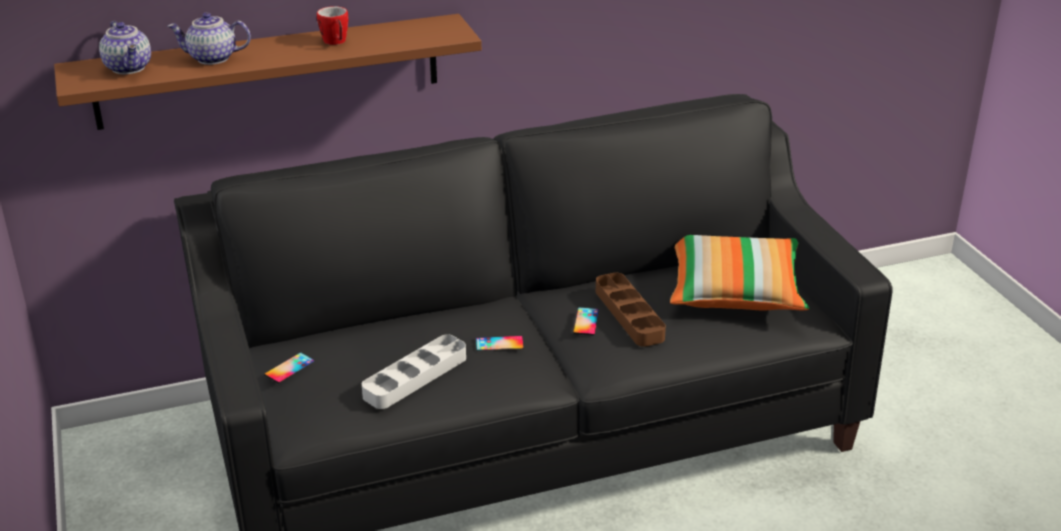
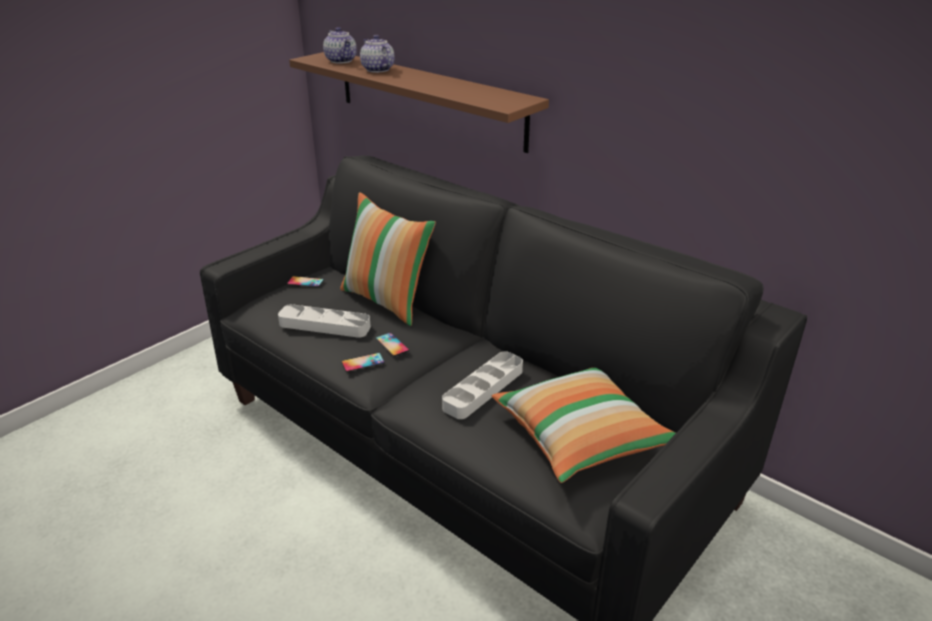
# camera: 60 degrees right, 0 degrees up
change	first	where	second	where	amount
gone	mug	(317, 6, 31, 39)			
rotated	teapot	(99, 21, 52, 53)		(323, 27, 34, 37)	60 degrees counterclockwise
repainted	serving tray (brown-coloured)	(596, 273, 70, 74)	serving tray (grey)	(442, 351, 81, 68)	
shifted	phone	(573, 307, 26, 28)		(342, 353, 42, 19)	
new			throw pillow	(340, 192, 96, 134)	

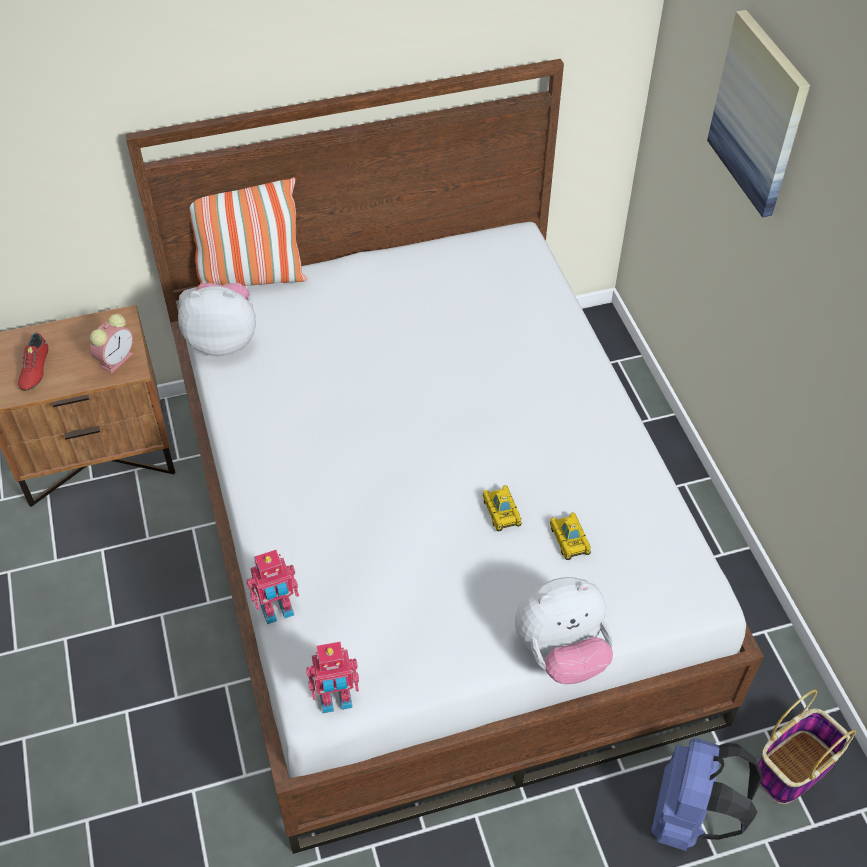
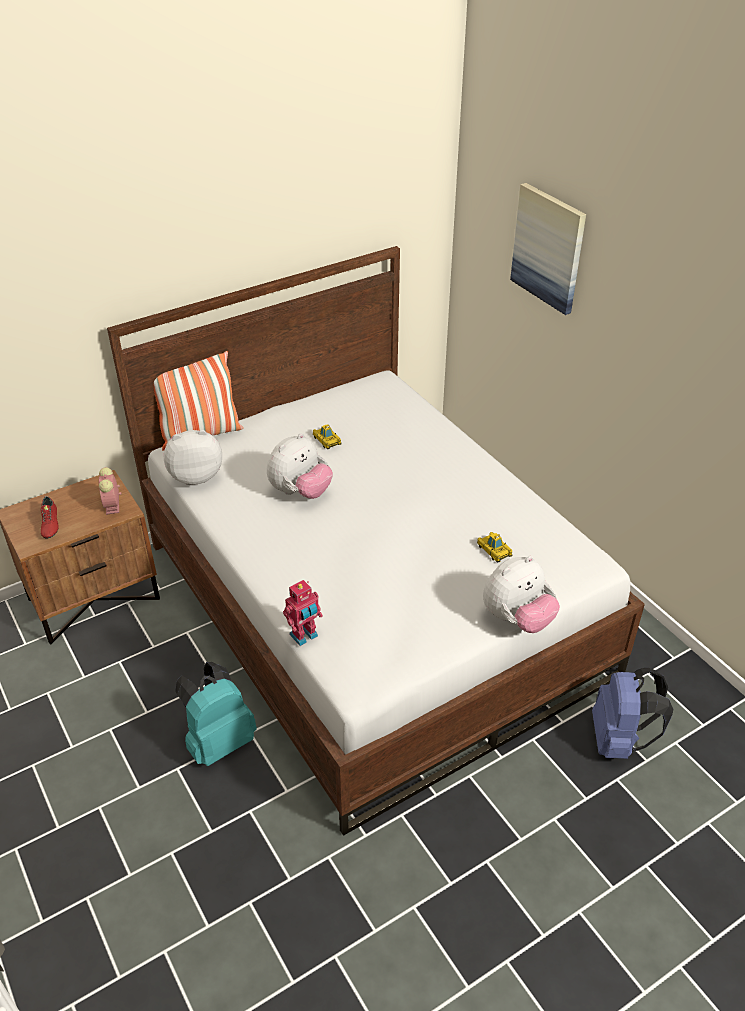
# camera: 15 degrees left, 10 degrees down
change	first	where	second	where	amount
rotated	table clock	(90, 314, 43, 60)		(99, 467, 22, 48)	150 degrees clockwise
shifted	miniature car	(483, 485, 39, 46)		(313, 424, 28, 25)	
gone	toy robot	(306, 642, 53, 71)			
gone	basket	(758, 690, 98, 114)			
new			soft toy	(267, 433, 66, 66)	
new			backpack (turquoise-coloured)	(175, 662, 82, 104)	

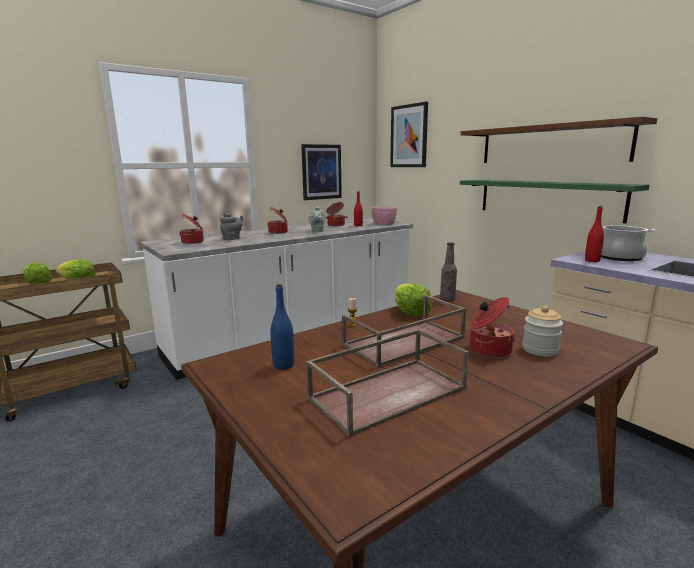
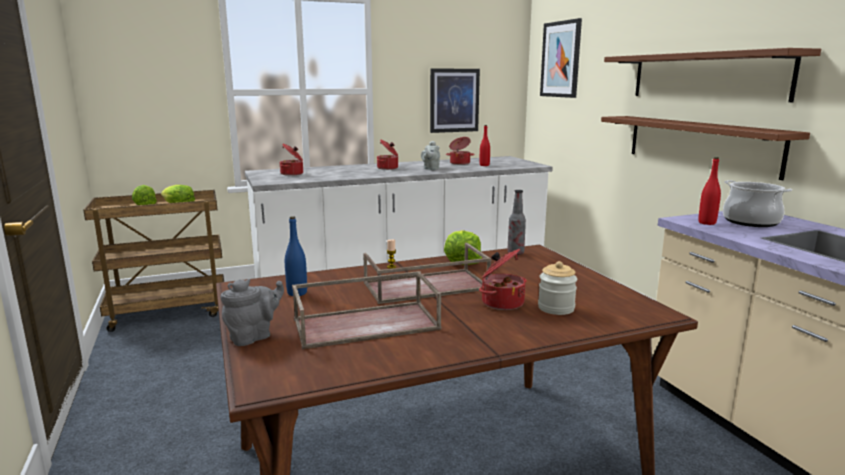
# camera: 15 degrees right, 0 degrees up
change	first	where	second	where	amount
repainted	bracket shelf (green-coloured)	(460, 180, 190, 43)	bracket shelf (brown-coloured)	(601, 116, 209, 64)	
gone	bowl (pink-coloured)	(372, 207, 25, 17)			
shifted	teapot (grey)	(220, 213, 23, 27)		(220, 279, 64, 67)	

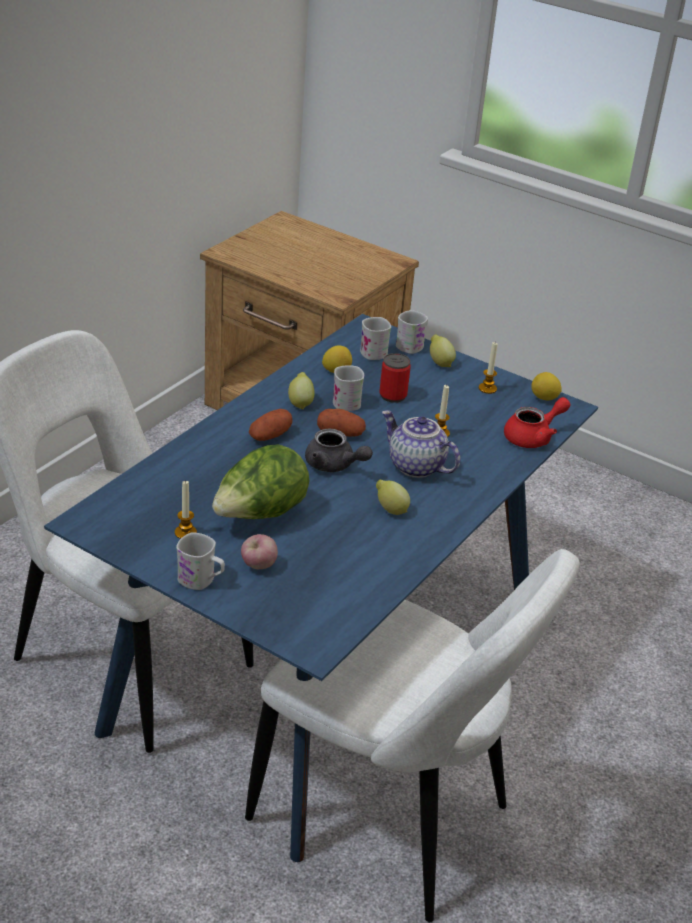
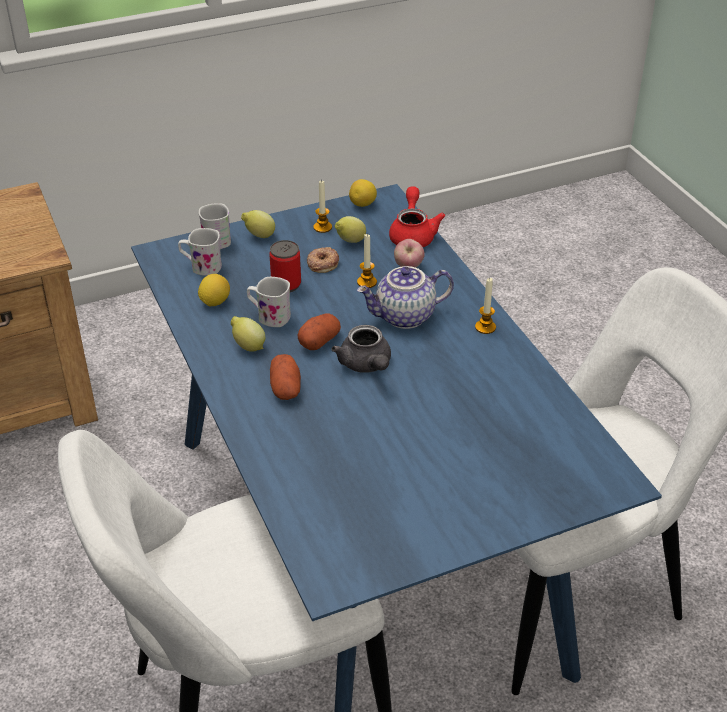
# camera: 55 degrees left, 5 degrees up
change	first	where	second	where	amount
rotated	teapot (grey)	(305, 429, 68, 43)		(331, 325, 60, 48)	90 degrees clockwise
gone	head of lettuce	(212, 444, 97, 75)			
shifted	wax light	(175, 480, 22, 59)		(475, 278, 21, 56)	
shifted	lemon	(376, 480, 34, 35)		(335, 216, 31, 27)	
gone	mug (whitish)	(176, 532, 49, 58)			
shifted	apple fruit	(241, 534, 37, 35)		(394, 239, 31, 29)	
new			donut	(307, 247, 32, 26)	

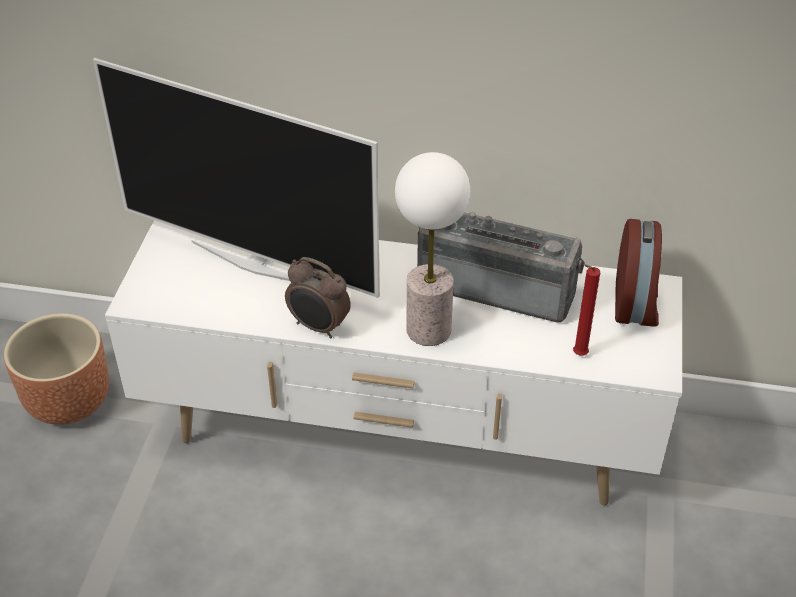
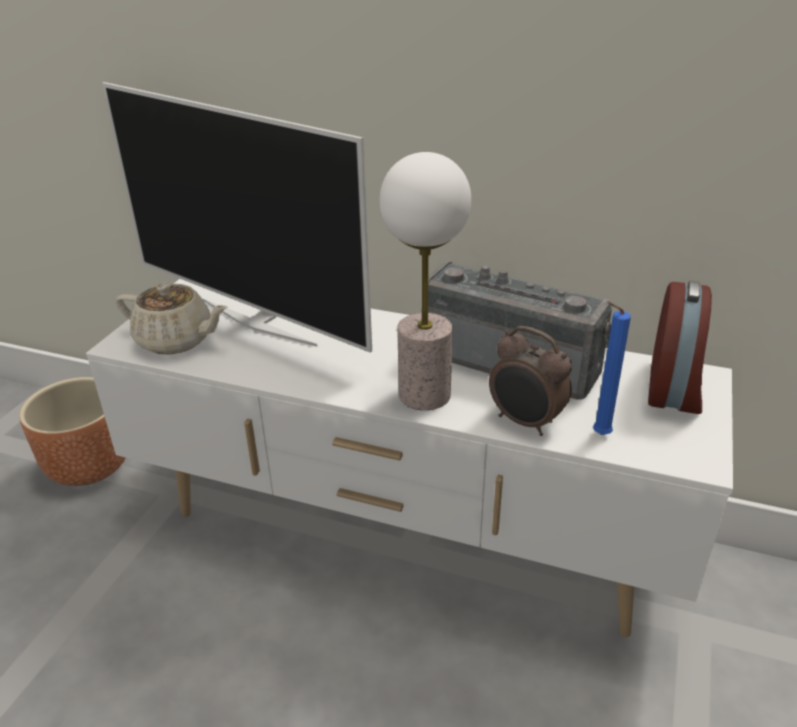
# camera: 10 degrees right, 10 degrees down
change	first	where	second	where	amount
shifted	table clock	(285, 257, 66, 81)		(489, 326, 83, 110)	
repainted	wax light (red)	(573, 264, 27, 92)	wax light (blue)	(593, 301, 38, 134)	
new			teapot (beige-coloured)	(116, 283, 112, 72)	

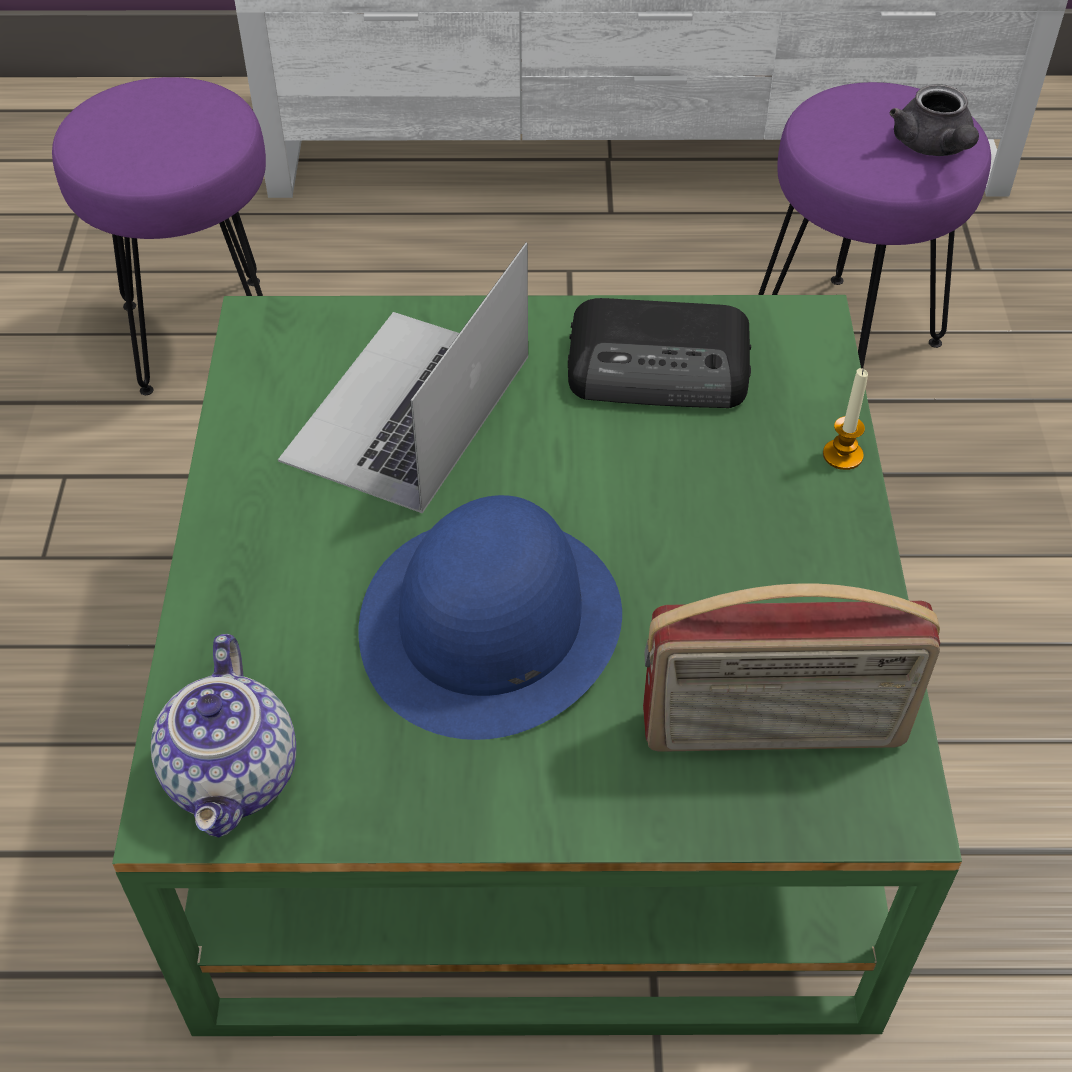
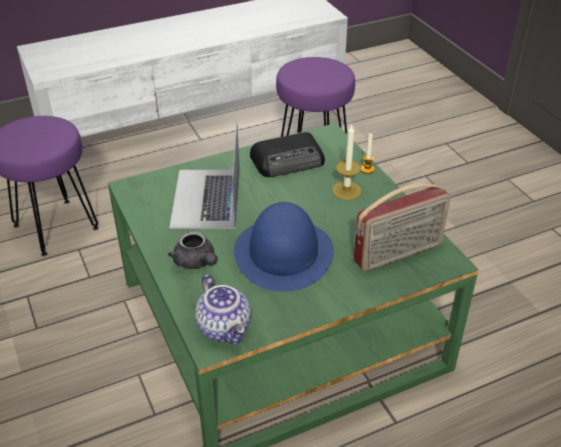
# camera: 25 degrees left, 10 degrees down
change	first	where	second	where	amount
shifted	teapot (grey)	(890, 84, 89, 72)		(168, 231, 49, 38)	
new			wax light	(332, 124, 30, 76)	

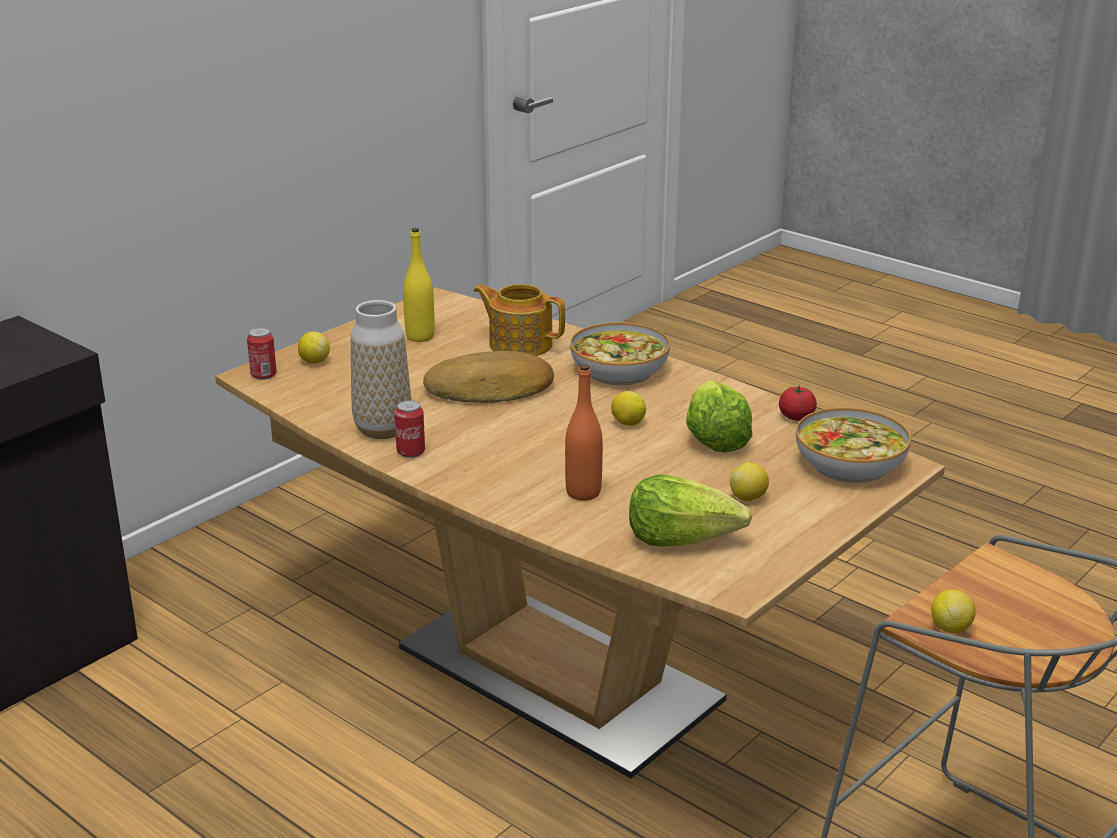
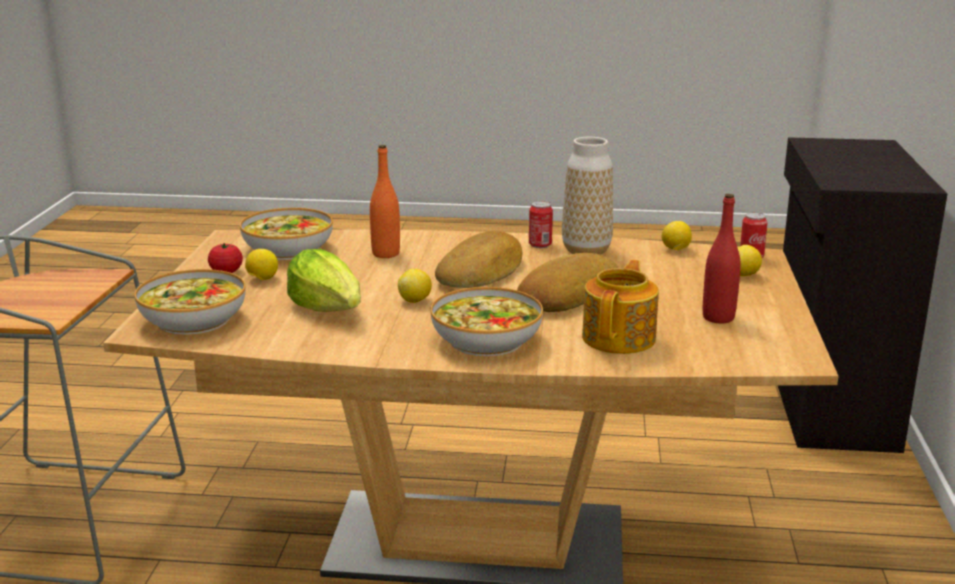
# camera: 145 degrees right, 5 degrees down
change	first	where	second	where	amount
repainted	drink bottle (yellow)	(403, 228, 32, 114)	drink bottle (red)	(703, 194, 38, 130)	
rotated	teapot	(473, 284, 92, 72)		(582, 260, 77, 94)	60 degrees counterclockwise
shifted	tomato	(779, 385, 38, 36)		(208, 243, 35, 30)	
swapped	head of lettuce	(629, 474, 123, 73)	bowl	(240, 208, 93, 52)	
shifted	lemon	(931, 589, 45, 44)		(662, 221, 30, 29)	
new			bread	(435, 231, 87, 57)	

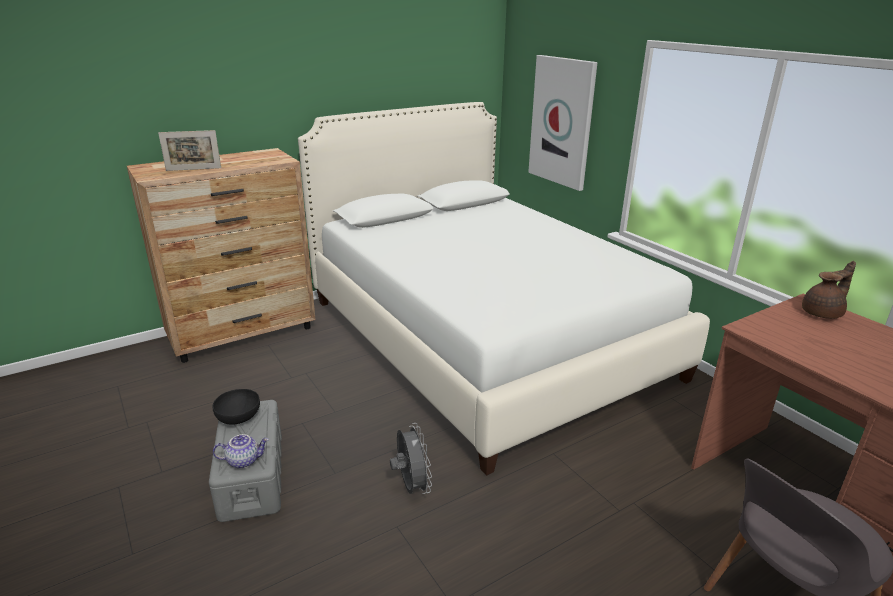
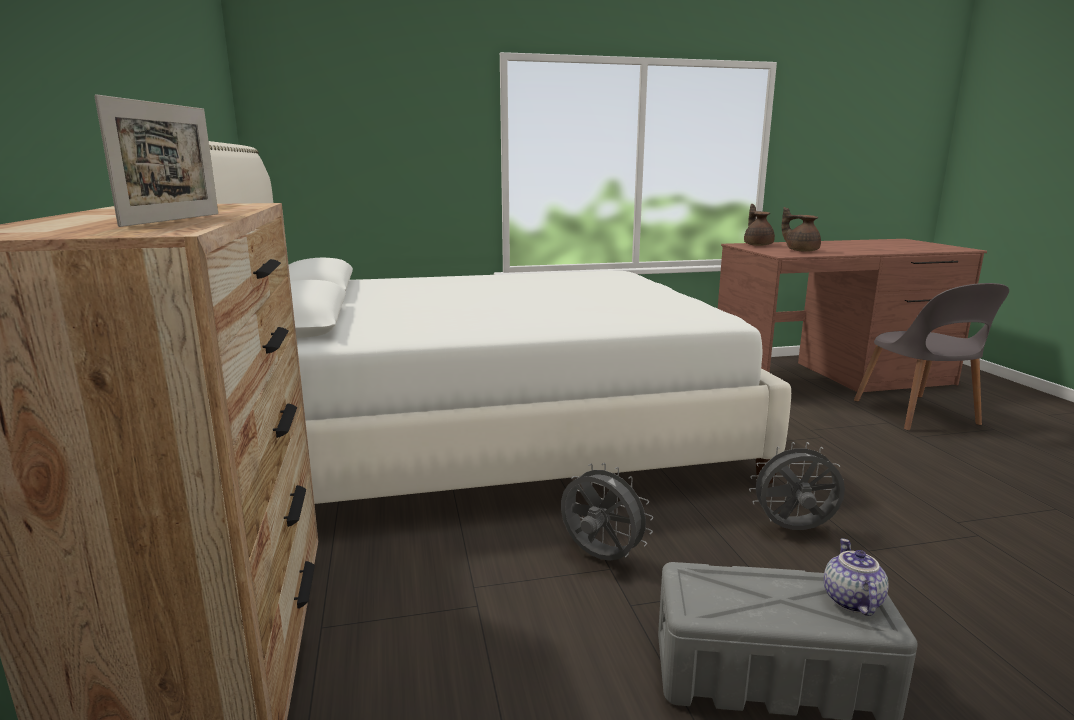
# camera: 70 degrees left, 10 degrees down
change	first	where	second	where	amount
gone	wall art	(528, 55, 70, 136)			
gone	bowl (black-coloured)	(212, 389, 48, 35)			
new			teapot (brown-coloured)	(782, 207, 39, 45)	
new			fan (grey)	(561, 463, 92, 98)	

